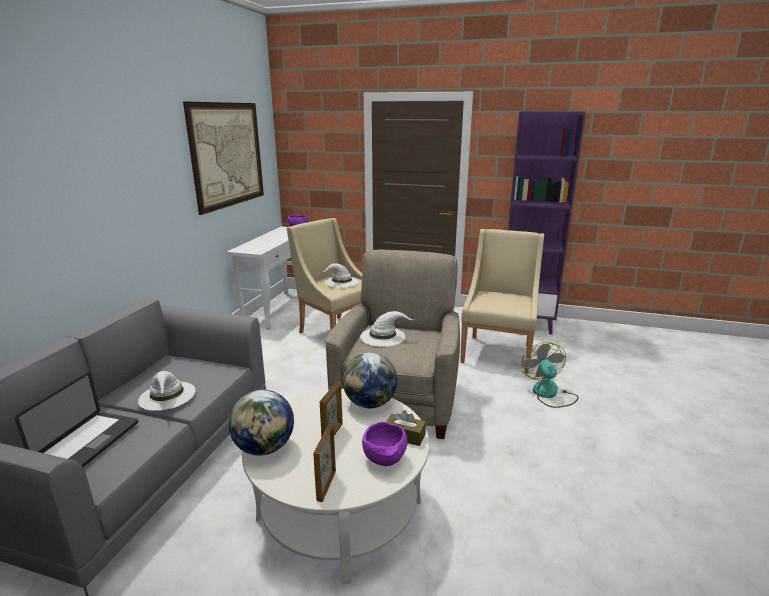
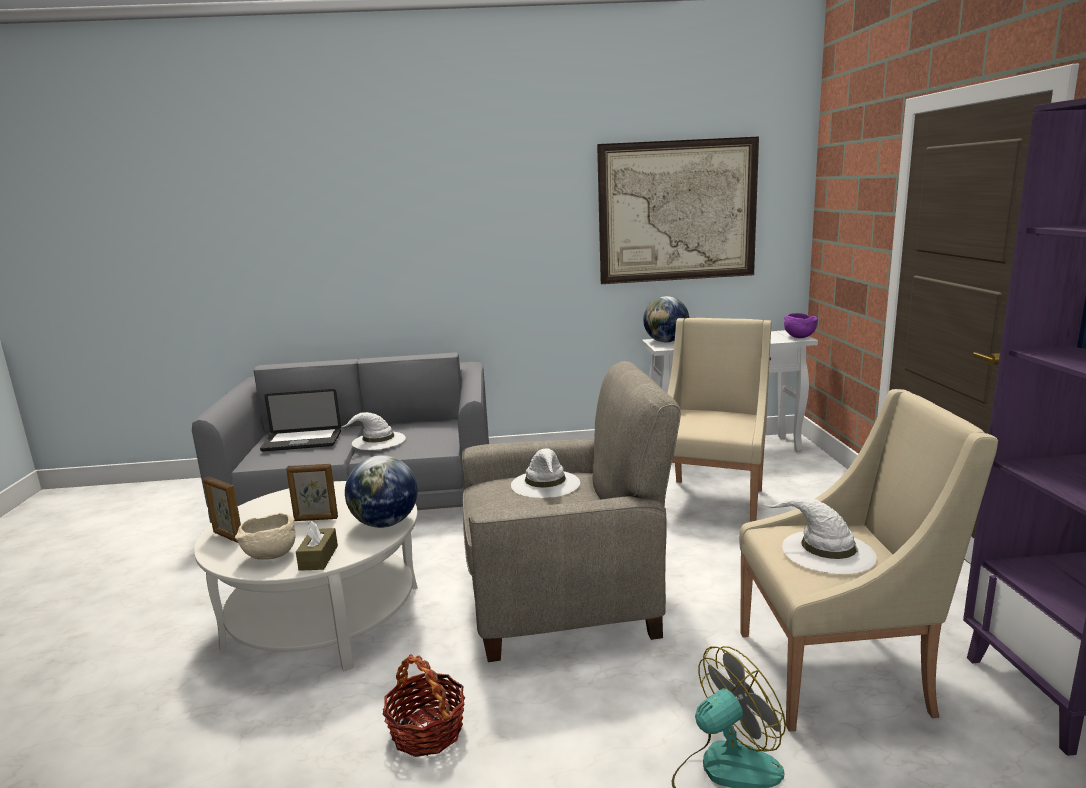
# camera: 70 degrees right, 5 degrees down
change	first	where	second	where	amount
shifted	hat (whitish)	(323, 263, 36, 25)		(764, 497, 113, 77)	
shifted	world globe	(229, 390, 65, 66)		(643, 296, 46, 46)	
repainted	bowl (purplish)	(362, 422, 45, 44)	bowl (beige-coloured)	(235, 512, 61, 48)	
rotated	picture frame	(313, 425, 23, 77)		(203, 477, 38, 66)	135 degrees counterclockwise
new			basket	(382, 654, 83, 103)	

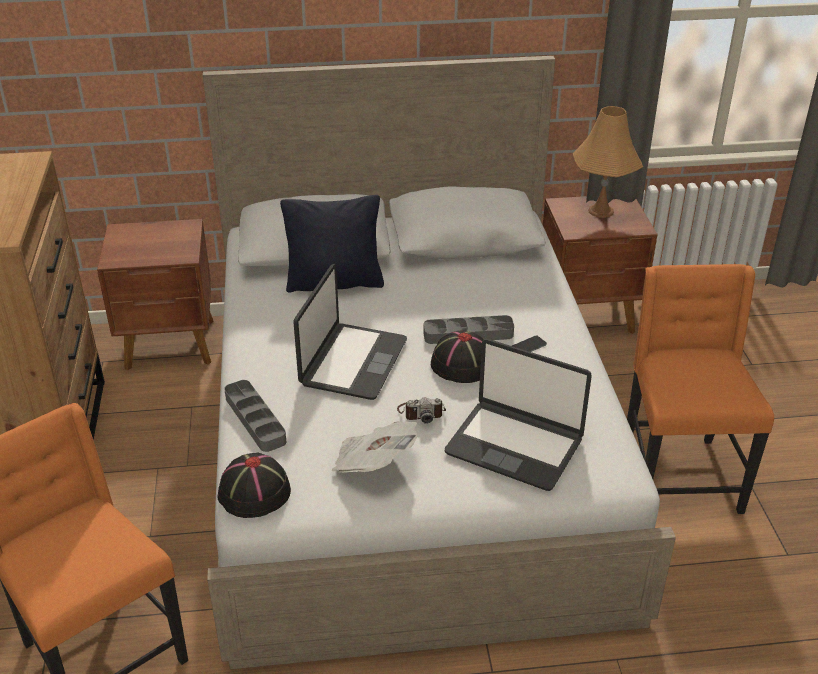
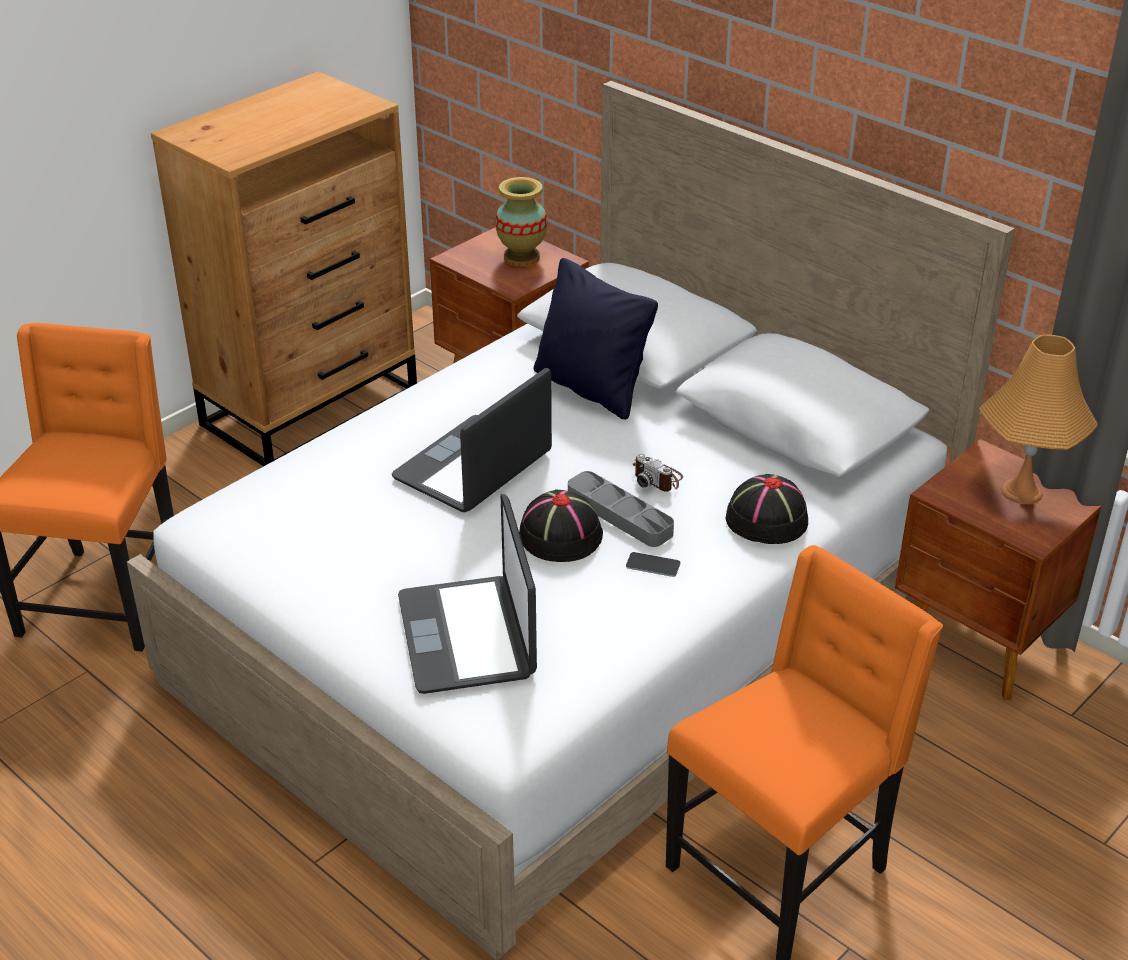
# camera: 50 degrees right, 0 degrees up
change	first	where	second	where	amount
rotated	laptop	(294, 264, 113, 136)		(392, 368, 160, 144)	150 degrees clockwise
gone	serving tray (grey)	(224, 380, 62, 72)			
shifted	photo camera	(397, 397, 49, 27)		(633, 454, 50, 38)	
gone	daily paper	(332, 421, 85, 52)			
shifted	hat (black-coloured)	(217, 453, 74, 65)		(726, 474, 82, 70)	
new			decorative vase	(495, 177, 52, 89)	

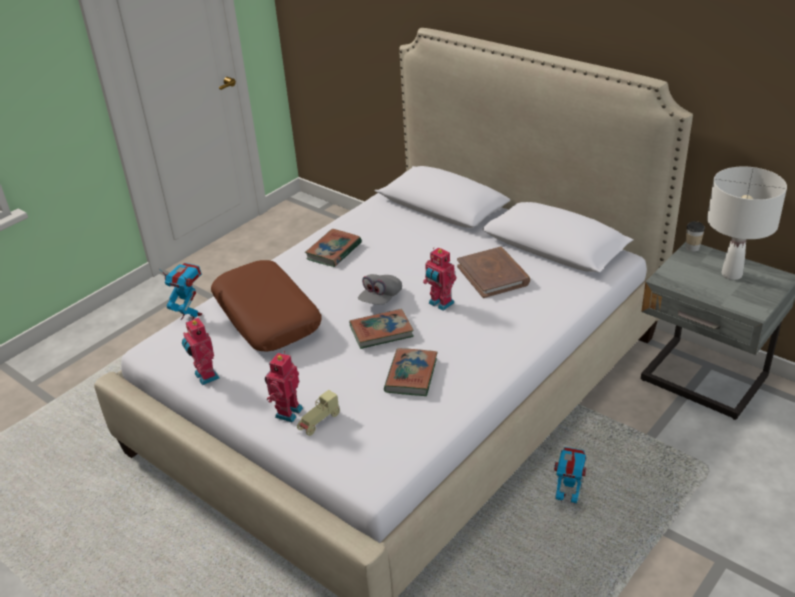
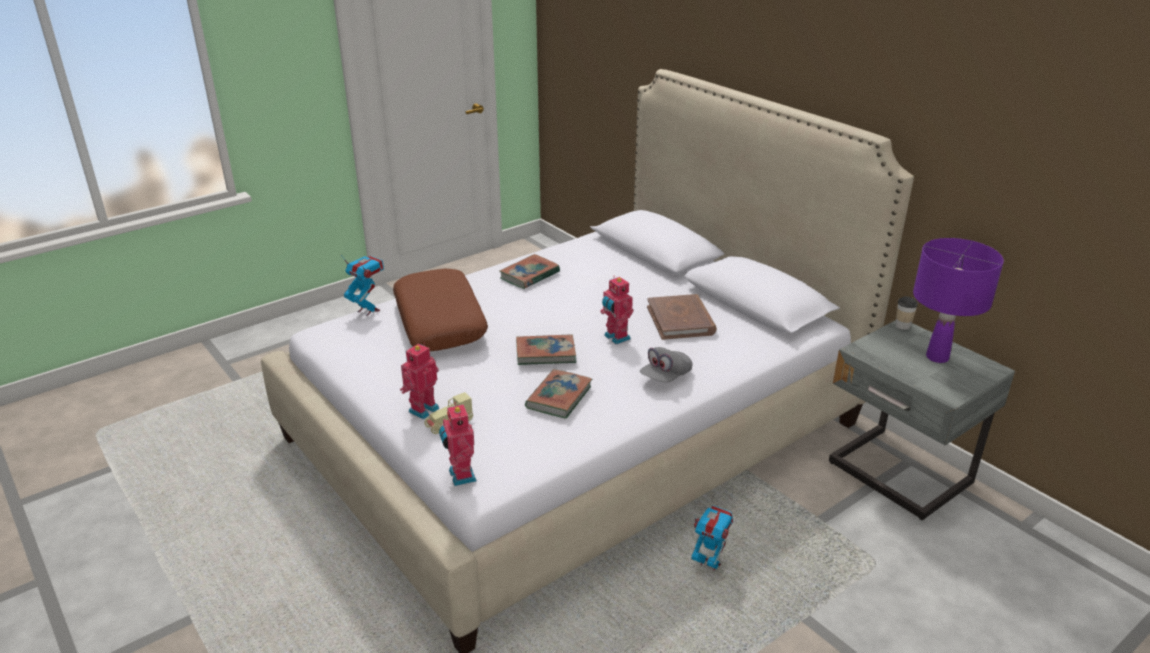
# camera: 10 degrees right, 5 degrees down
change	first	where	second	where	amount
repainted	tabletop lamp (whitish)	(707, 166, 80, 114)	tabletop lamp (purplish)	(913, 238, 91, 125)	
shifted	baseball cap (grey)	(358, 274, 44, 31)		(640, 347, 52, 36)	
shifted	toy robot	(182, 317, 37, 68)		(439, 403, 38, 83)	

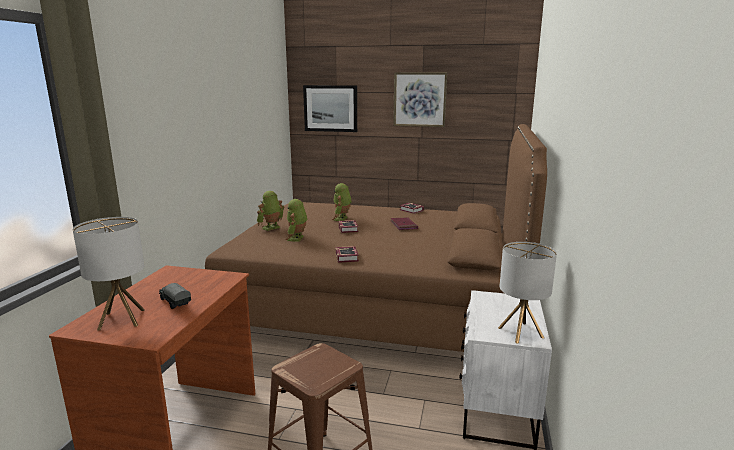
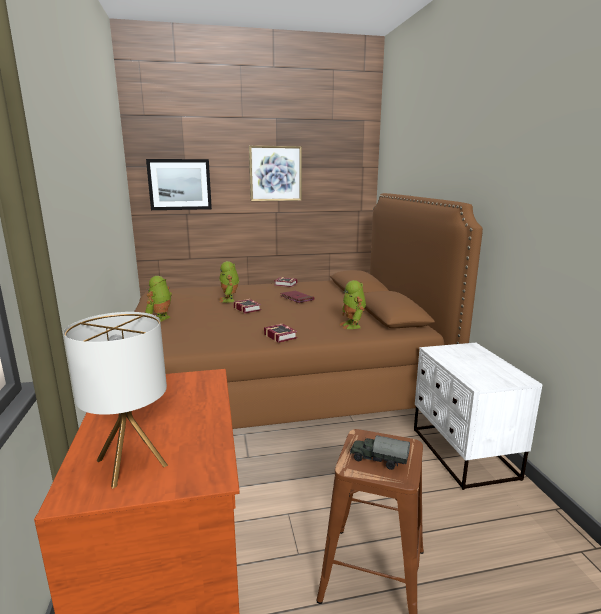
# camera: 25 degrees left, 0 degrees up
change	first	where	second	where	amount
shifted	toy robot	(286, 199, 22, 43)		(339, 280, 27, 49)	
gone	tabletop lamp	(498, 242, 59, 102)			
shifted	toy lorry	(159, 283, 32, 26)		(350, 435, 60, 35)	

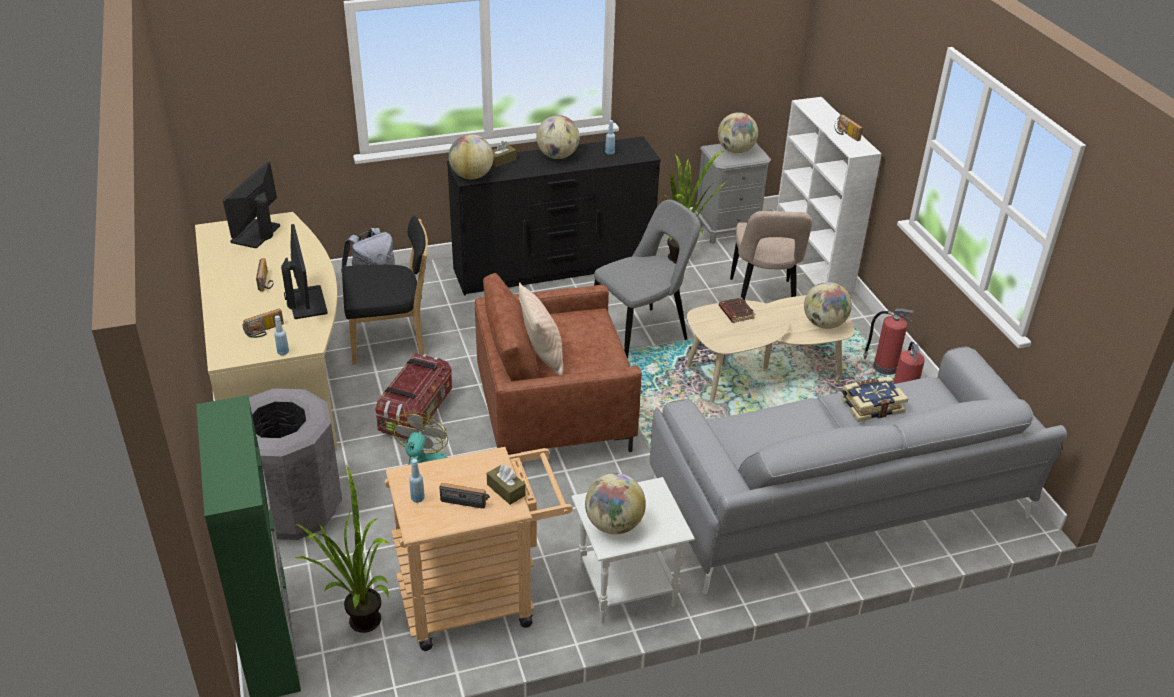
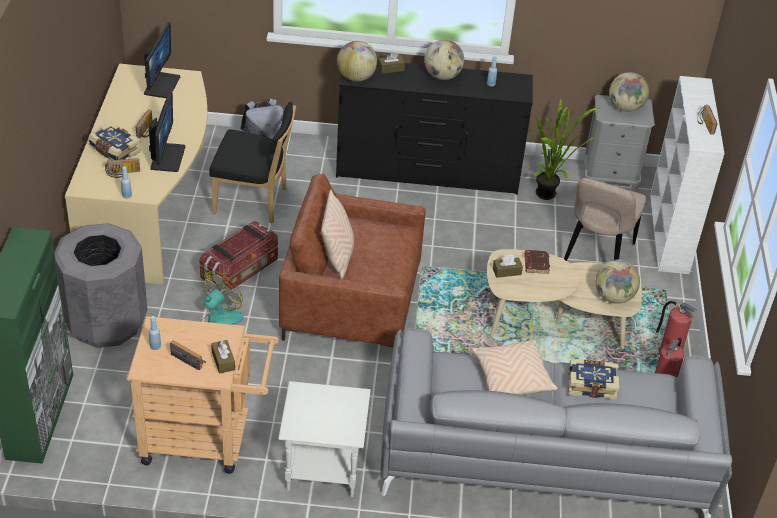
# camera: 20 degrees right, 5 degrees up
change	first	where	second	where	amount
rotated	computer screen	(223, 162, 57, 86)		(144, 22, 36, 76)	150 degrees clockwise
gone	upright chair (grey)	(594, 200, 107, 159)			
gone	potted plant	(295, 465, 95, 168)			
gone	world globe	(585, 473, 61, 61)			
new			volume	(88, 122, 53, 38)	
new			tissue holder (brown-coloured)	(493, 254, 30, 24)	
new			throw pillow (beige-coloured)	(472, 340, 86, 55)	

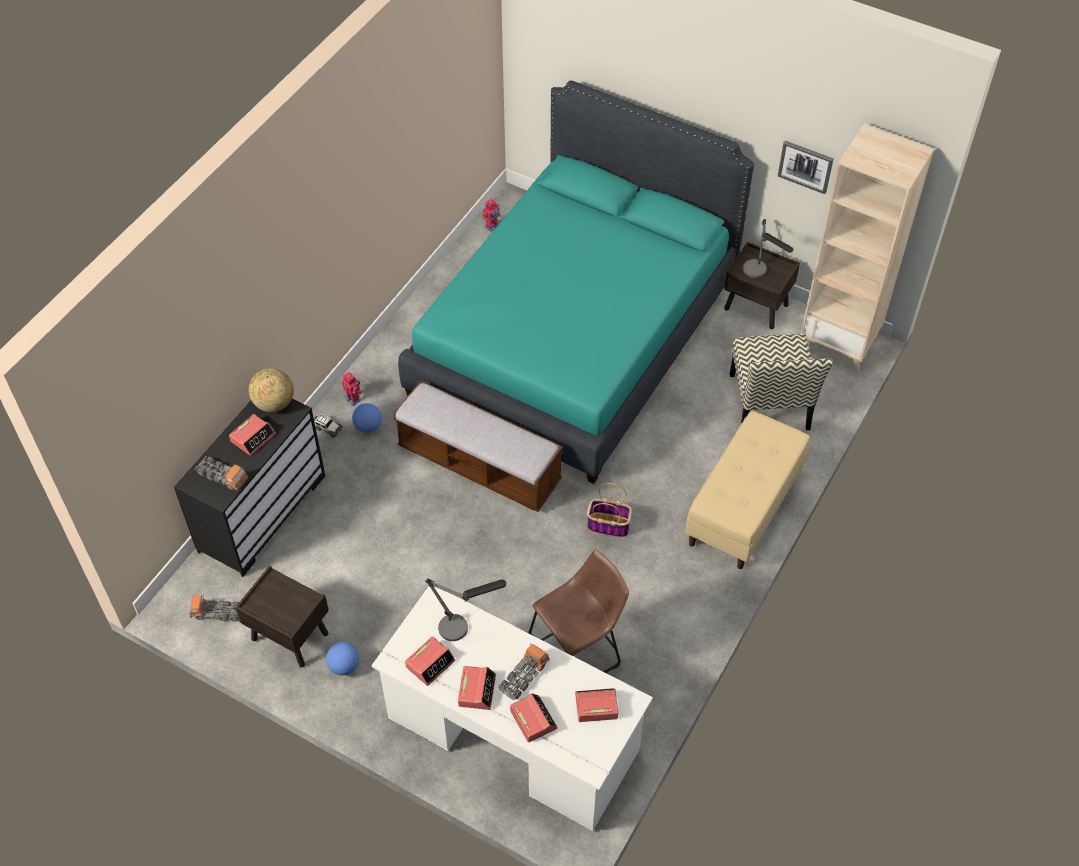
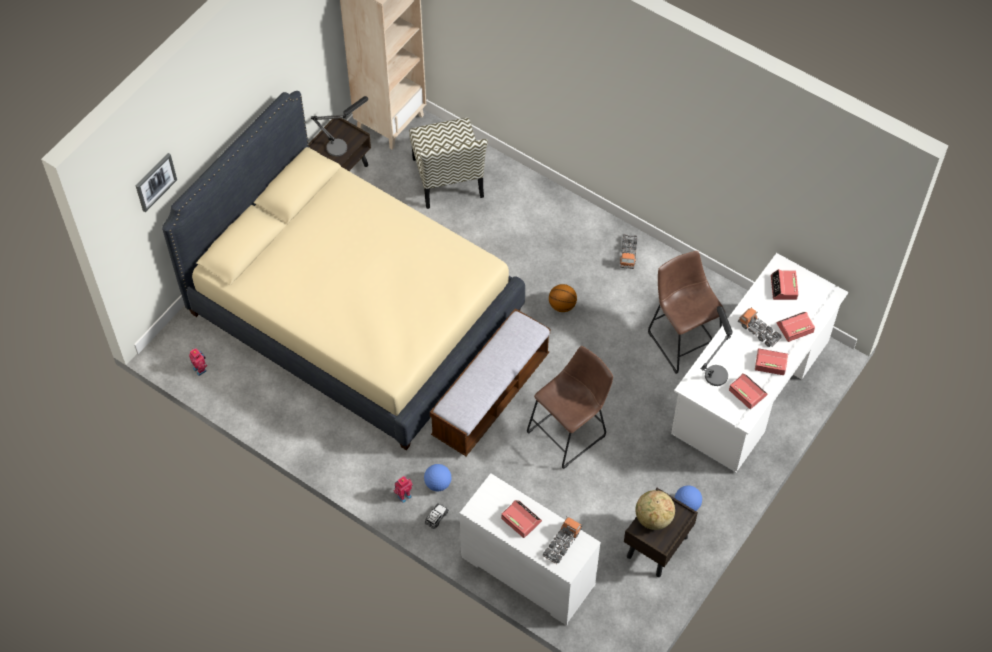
# camera: 85 degrees left, 5 degrees up
change	first	where	second	where	amount
repainted	bedroom bed (turquoise-coloured)	(398, 81, 356, 403)	bedroom bed (beige-coloured)	(162, 91, 363, 359)	
shifted	wall art	(778, 141, 56, 53)		(136, 153, 41, 59)	
rotated	upright chair	(730, 334, 103, 96)		(409, 117, 79, 92)	75 degrees clockwise
shifted	world globe	(248, 368, 46, 44)		(635, 490, 40, 40)	
repainted	dresser (black-coloured)	(174, 399, 151, 178)	dresser (whitish)	(460, 473, 141, 153)	
gone	long seat (beige-coloured)	(685, 411, 125, 158)			
swapped	basket	(587, 483, 45, 54)	ball for basketball	(549, 284, 28, 28)	
shifted	toy lorry	(189, 594, 50, 28)		(620, 234, 18, 35)	
new			stool (brown-coloured)	(527, 346, 86, 123)	

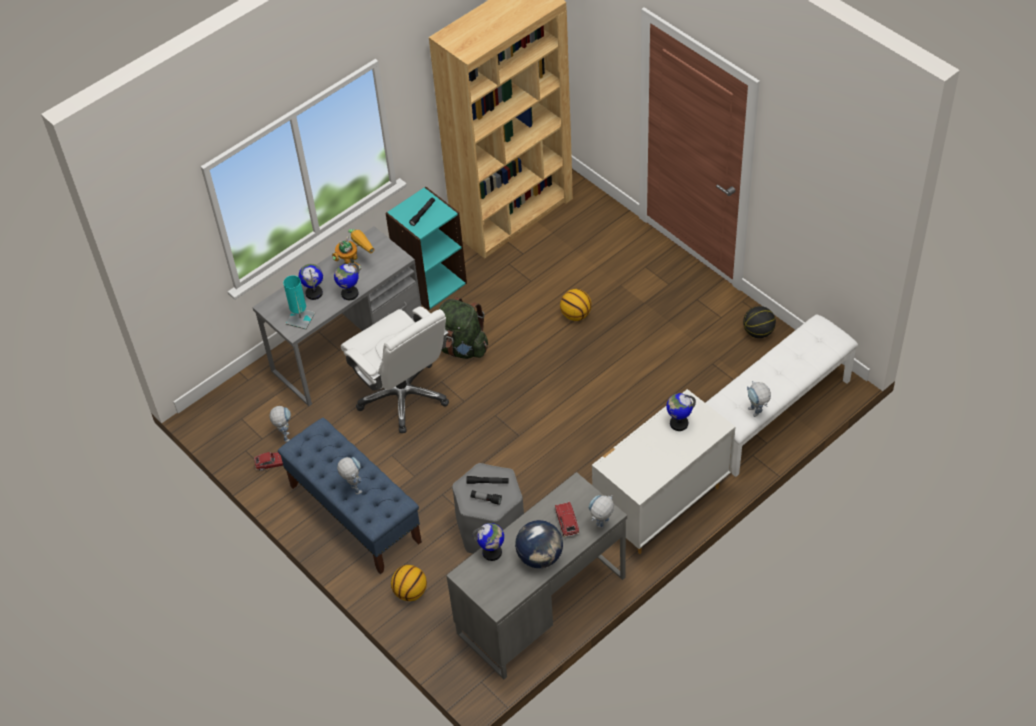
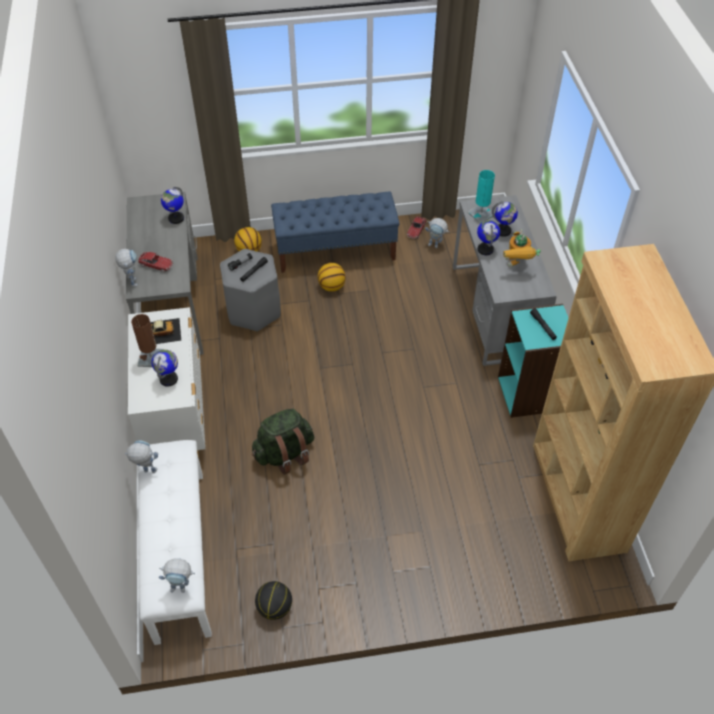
# camera: 120 degrees right, 0 degrees up
change	first	where	second	where	amount
shifted	ball for basketball	(560, 289, 32, 32)		(318, 263, 28, 29)	
shifted	backpack (green-coloured)	(438, 297, 50, 62)		(252, 409, 62, 66)	
gone	office chair (whitish)	(341, 306, 108, 127)			
shifted	toy robot	(337, 457, 25, 37)		(159, 558, 36, 35)	
gone	world globe	(515, 520, 48, 48)			
new			tabletop lamp (brown-coloured)	(131, 314, 32, 53)	
new			miniature car	(150, 318, 31, 26)	

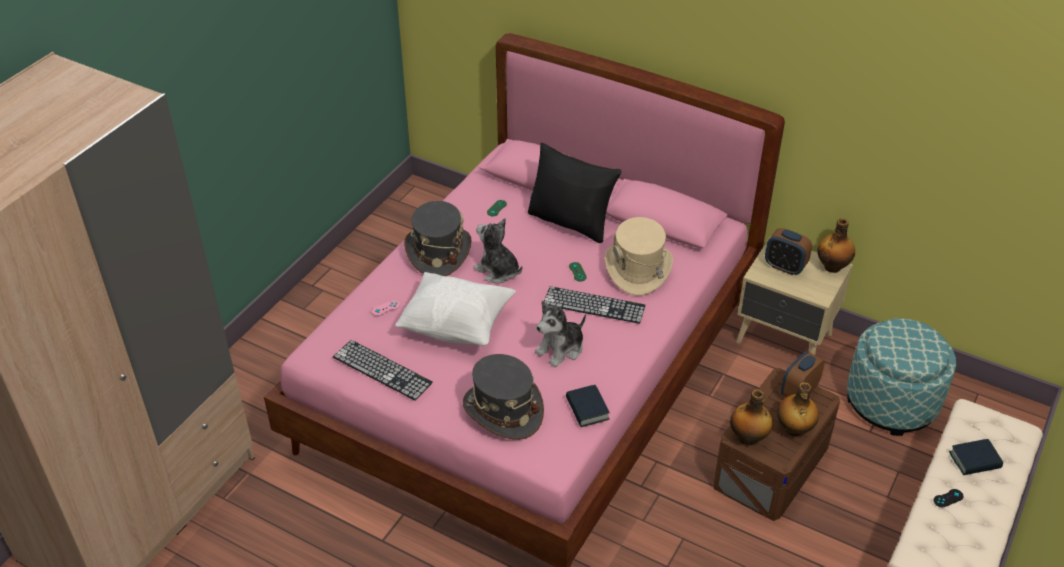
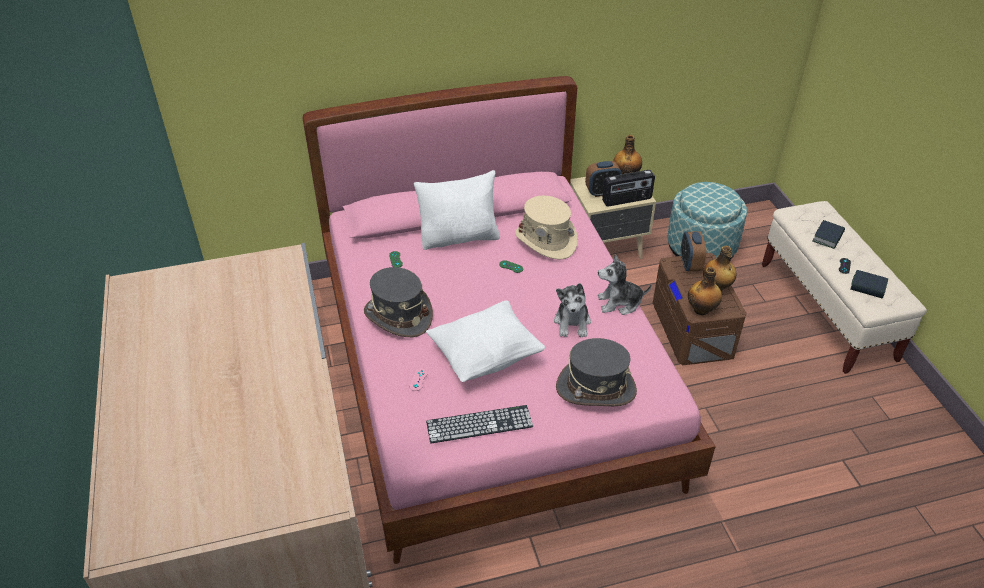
# camera: 45 degrees left, 0 degrees up
change	first	where	second	where	amount
repainted	throw pillow (black-coloured)	(528, 143, 94, 100)	throw pillow (whitish)	(414, 170, 86, 80)	
shifted	soft toy	(473, 218, 49, 66)		(598, 254, 54, 61)	
gone	keyboard	(544, 286, 101, 38)			
shifted	volume	(566, 385, 44, 42)		(850, 270, 38, 29)	
new			radio receiver	(602, 170, 53, 37)	

